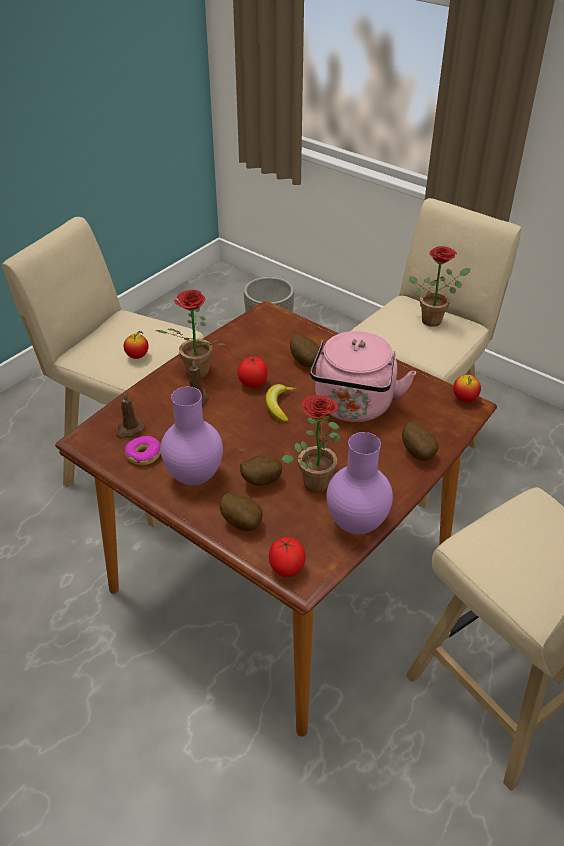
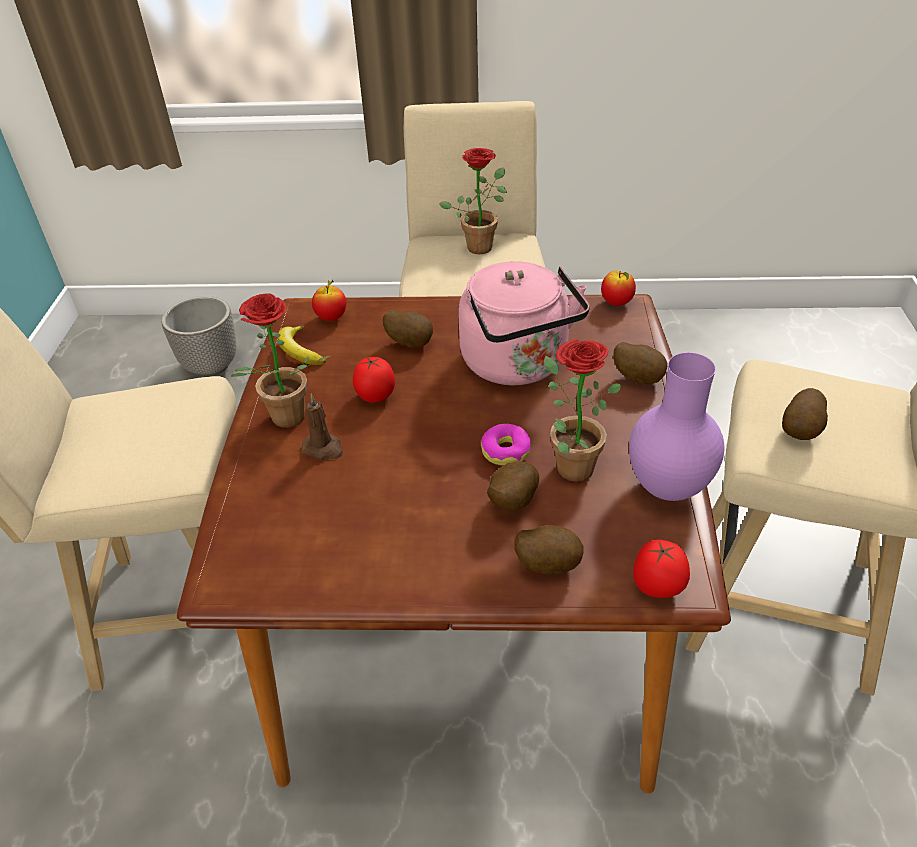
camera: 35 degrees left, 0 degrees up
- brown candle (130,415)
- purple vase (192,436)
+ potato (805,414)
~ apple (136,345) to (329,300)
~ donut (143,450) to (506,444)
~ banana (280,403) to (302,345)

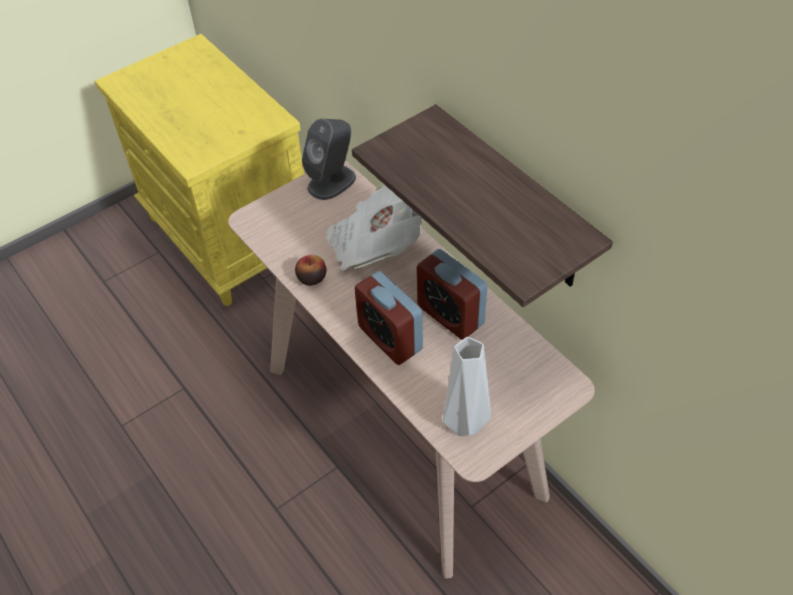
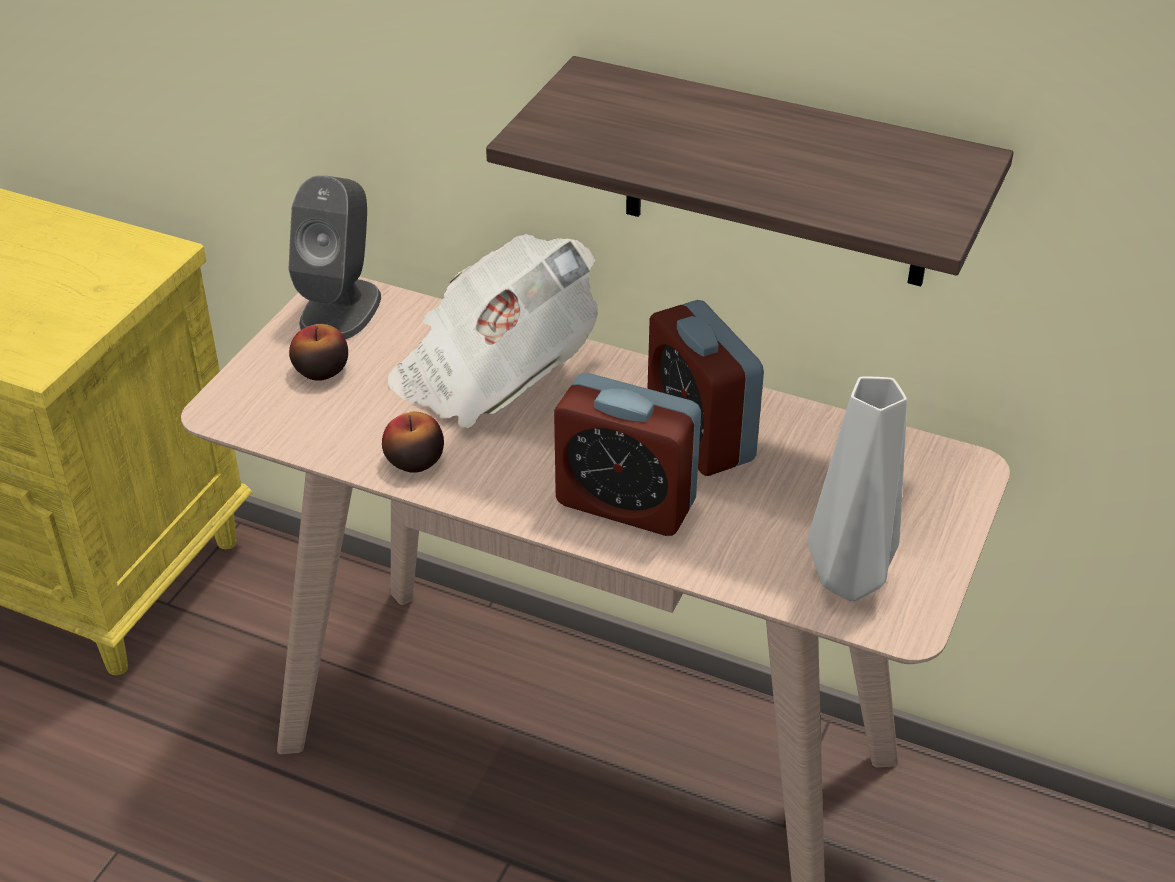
camera: 30 degrees left, 10 degrees down
+ apple (318,352)
~ alarm clock (452,294) = (705,388) 45 degrees clockwise

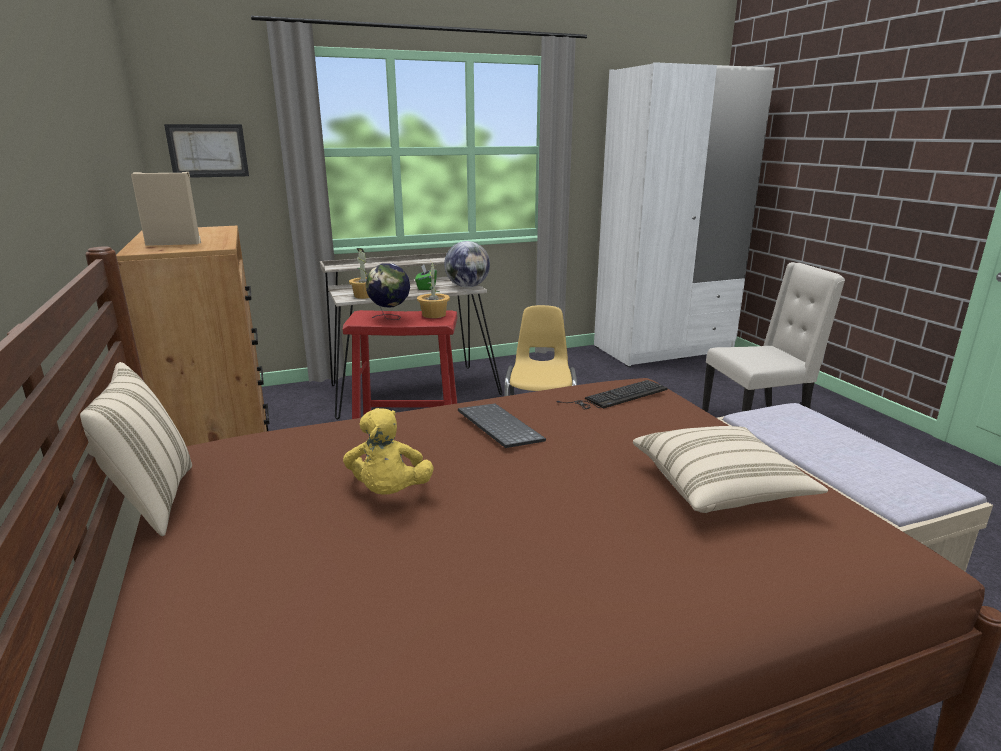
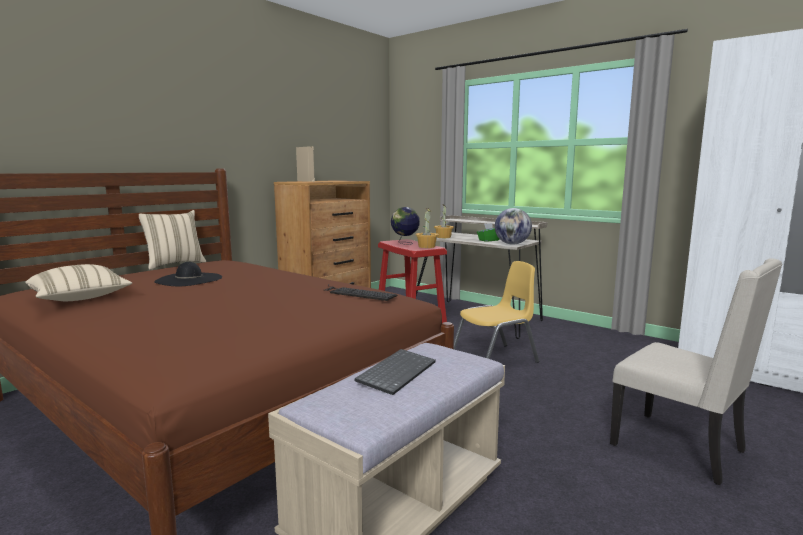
camera: 60 degrees right, 10 degrees down
- picture (206,151)
~ keyboard (502,426) to (395,372)
~ beige pillow (730,469) to (78,282)
~ yellow plush toy (388,451) to black hat (188,274)

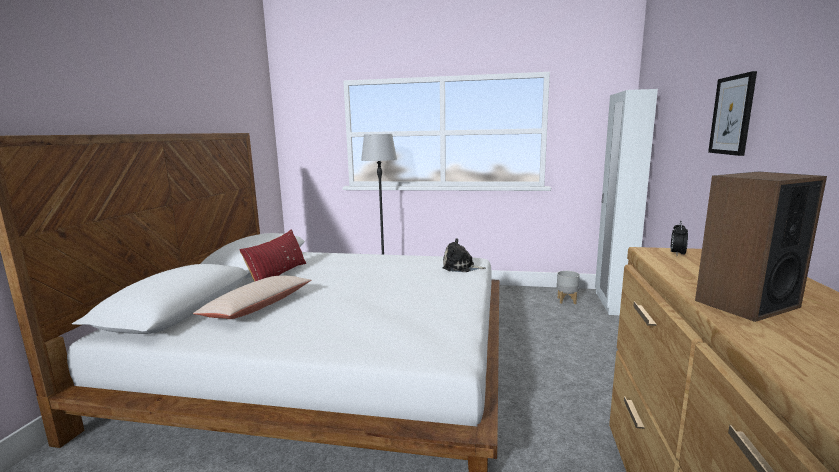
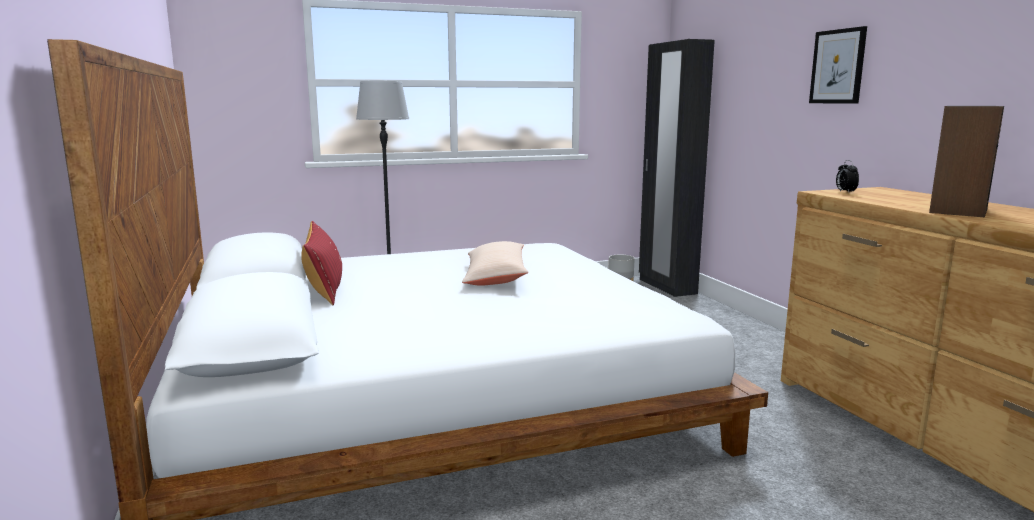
camera: 30 degrees left, 0 degrees up
- plush toy (464,255)
~ beige pillow (252,297) to (495,263)
~ white wardrobe (626,202) to black wardrobe (677,168)

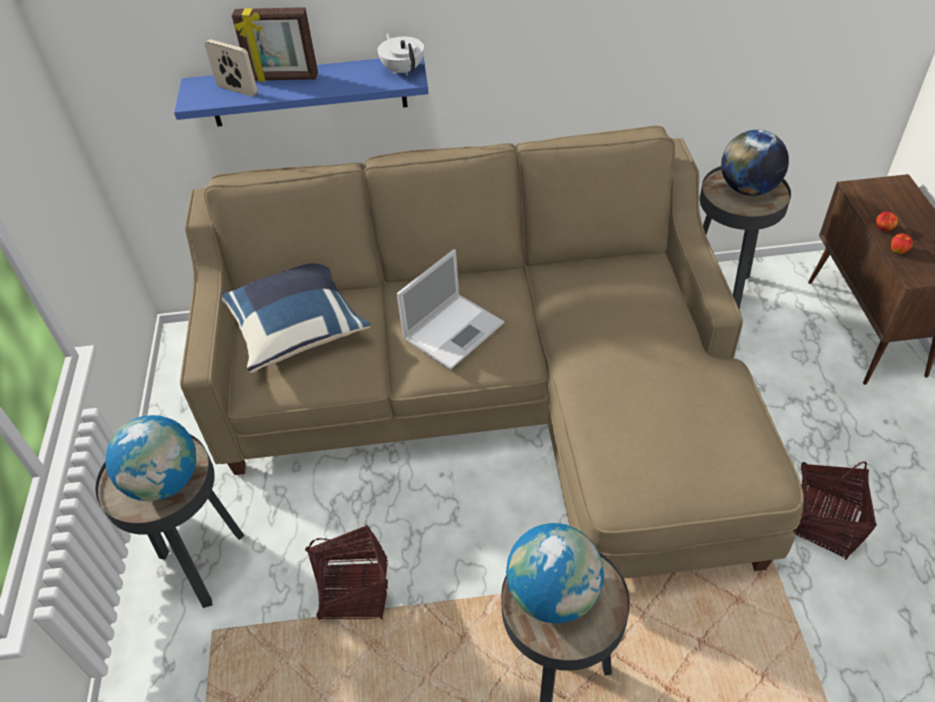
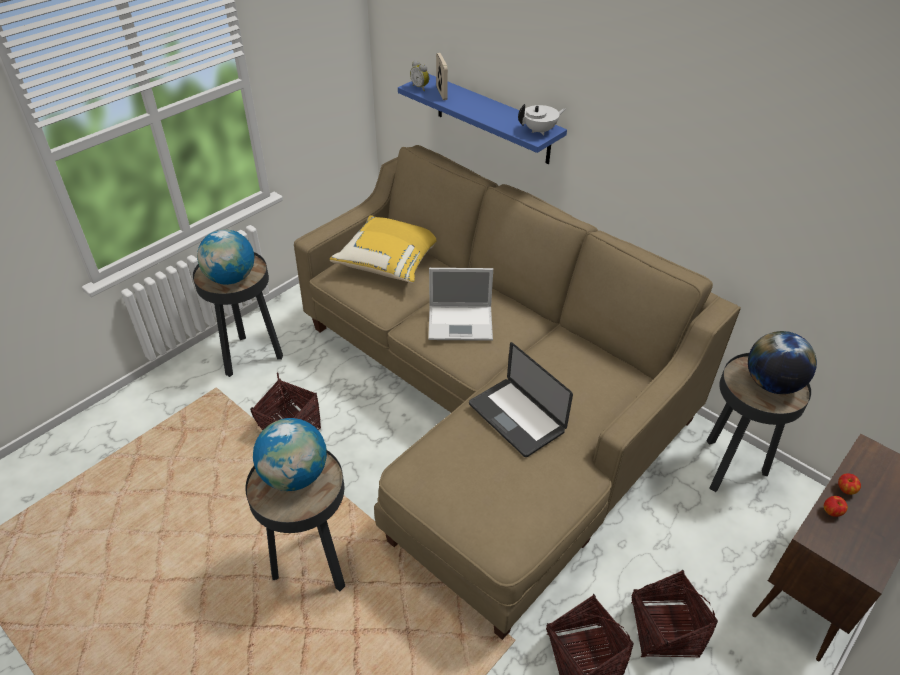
camera: 45 degrees right, 5 degrees down
- picture frame (275,44)
+ alarm clock (419,75)
+ laptop (521,399)
+ basket (674,613)
~ blue pillow (296,318) to yellow pillow (383,249)
~ white teapot (400,54) = (542,120) 45 degrees clockwise

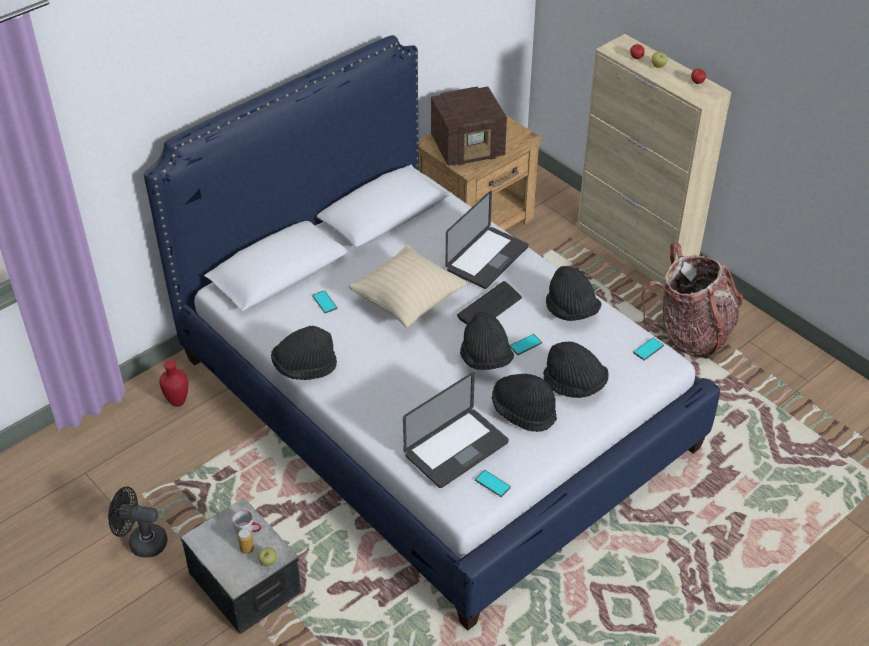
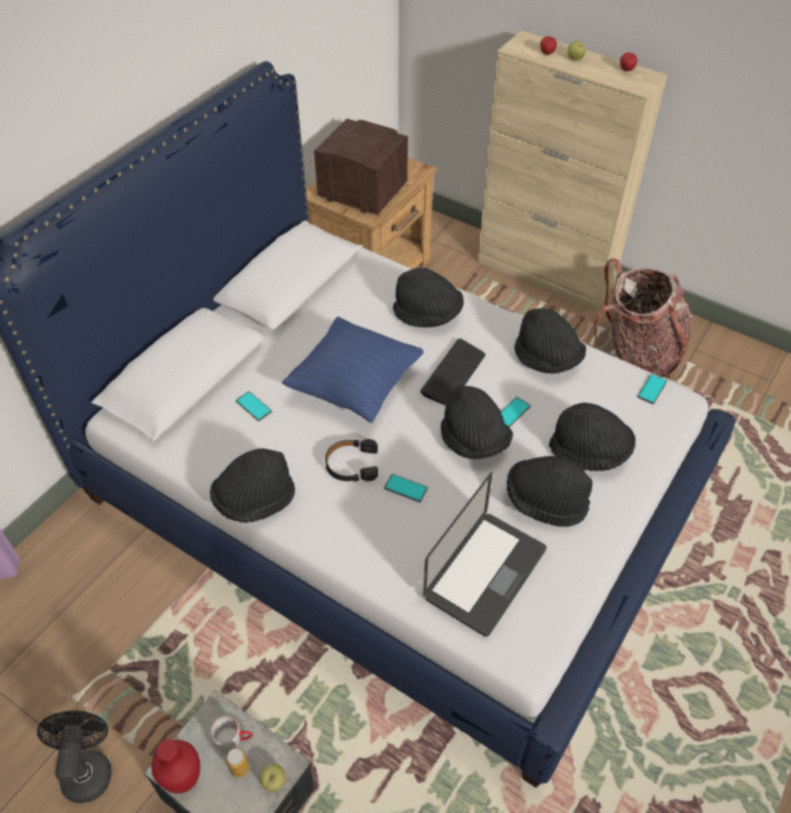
camera: 15 degrees left, 5 degrees up
+ black headphones (351,460)
~ red vase (173,383) to (175,766)
~ phone (493,483) to (406,488)
~ laptop (487,239) to black hat (428,298)
~ beige pillow (407,286) to blue pillow (353,370)
~ black fan (138,522) = (74,756) 90 degrees clockwise
~ radio (469,126) = (361,167) 120 degrees counterclockwise

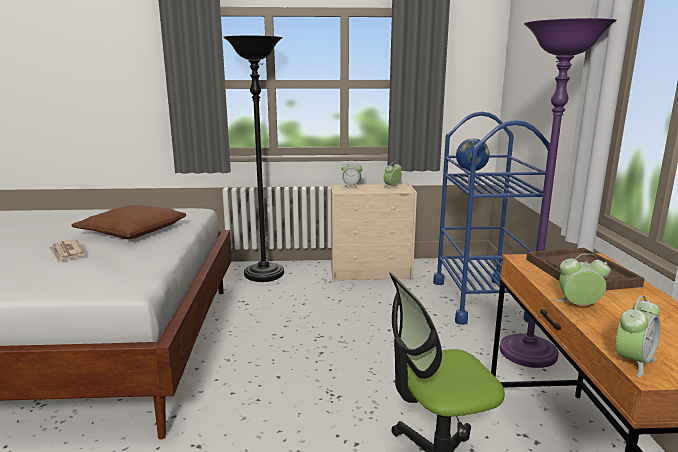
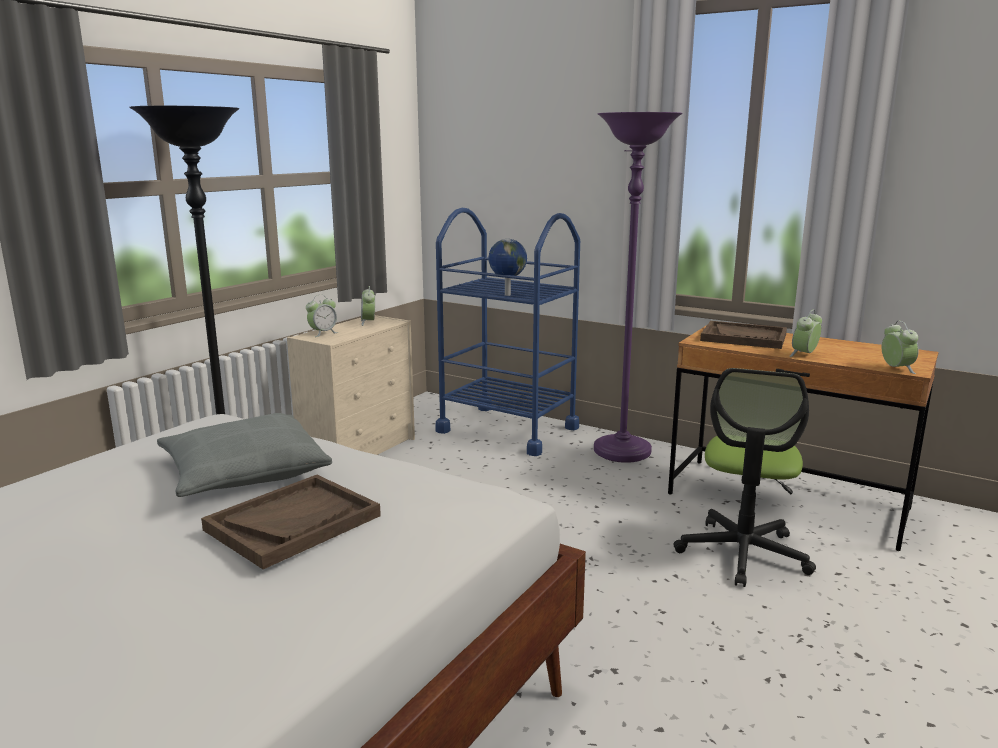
camera: 55 degrees left, 0 degrees up
~ newspaper (67,251) to brown tray (291,522)
~ brown pillow (129,222) to grey pillow (244,455)

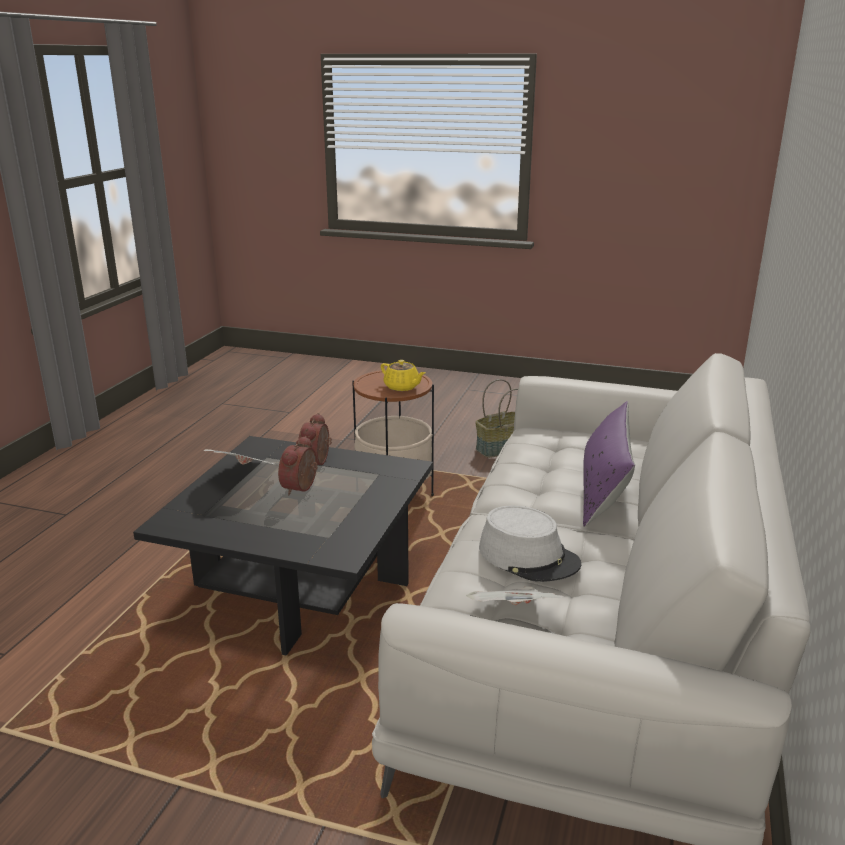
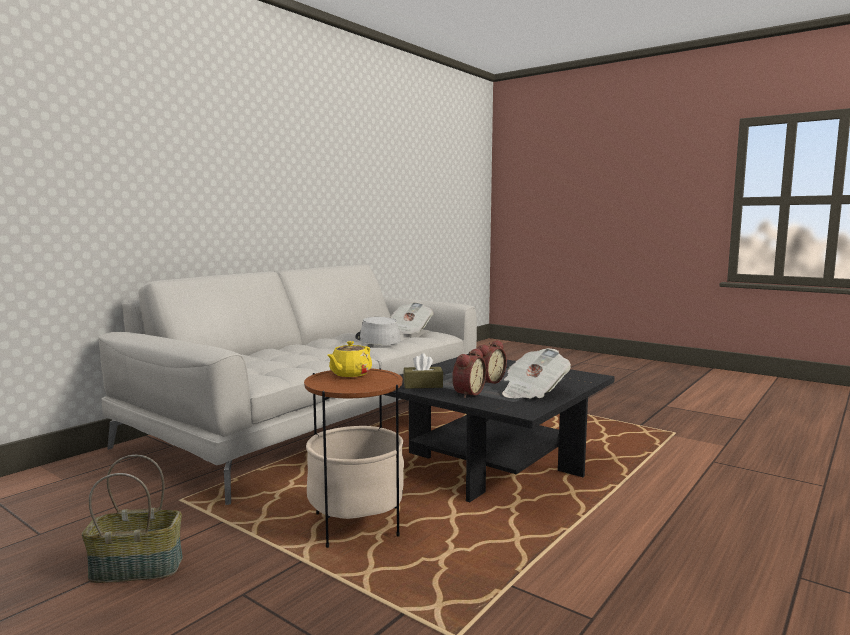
camera: 160 degrees left, 15 degrees down
- purple pillow (609,464)
+ brown tissue box (423,371)
~ yellow teapot (403,375) = (350,359) 120 degrees counterclockwise

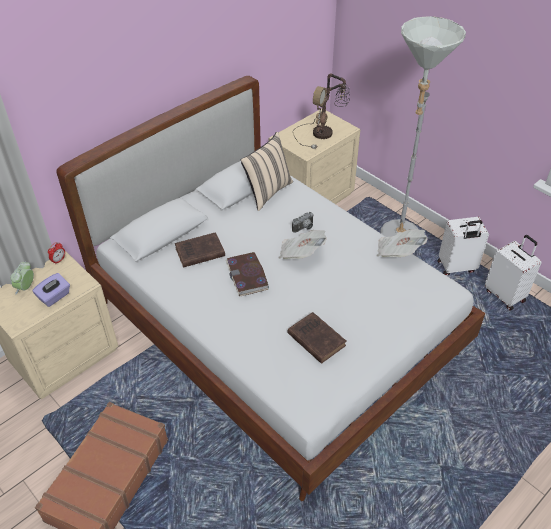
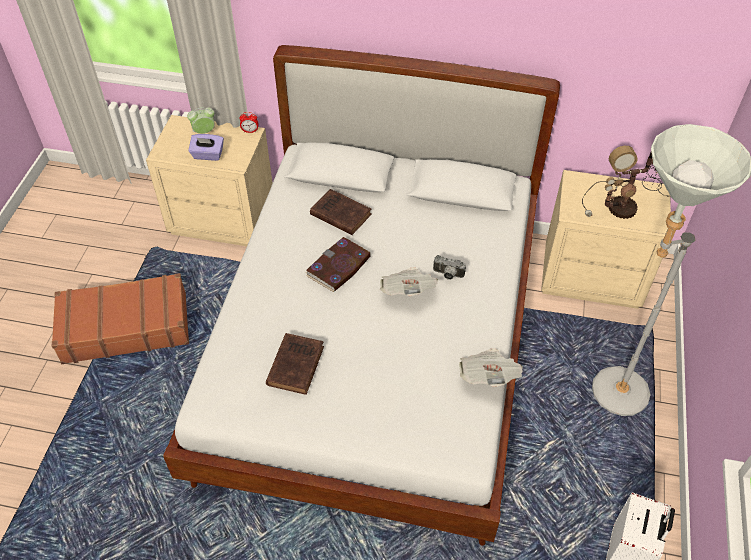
camera: 55 degrees right, 5 degrees up
- beige pillow (267,171)
- white suitcase (463,246)

